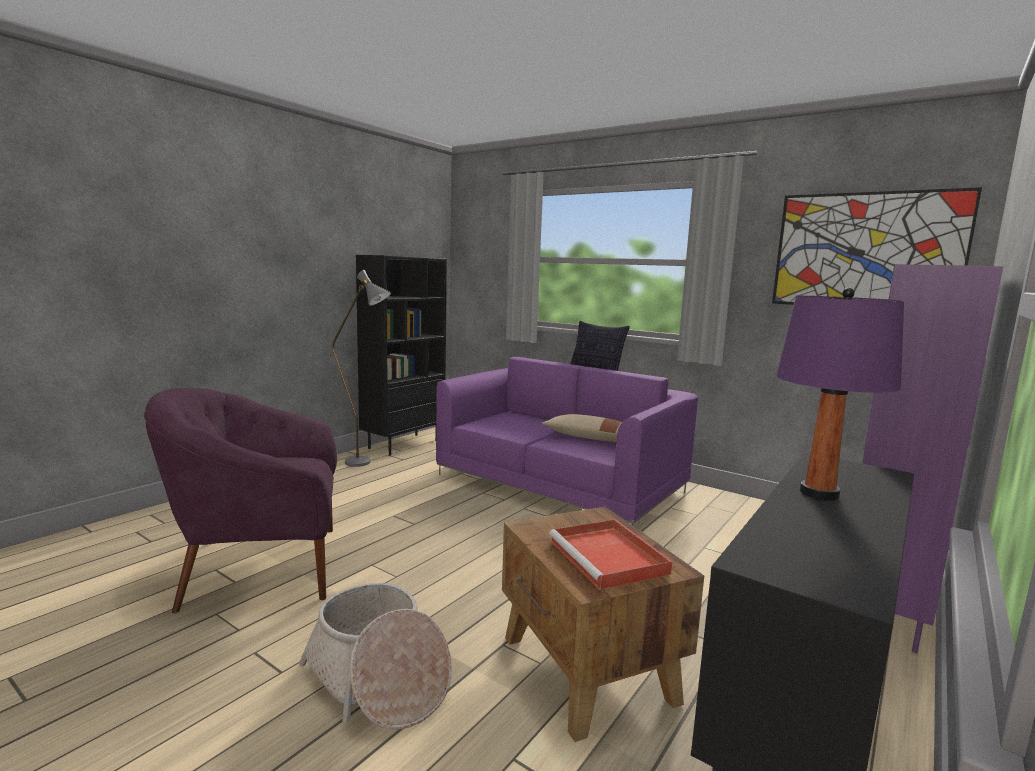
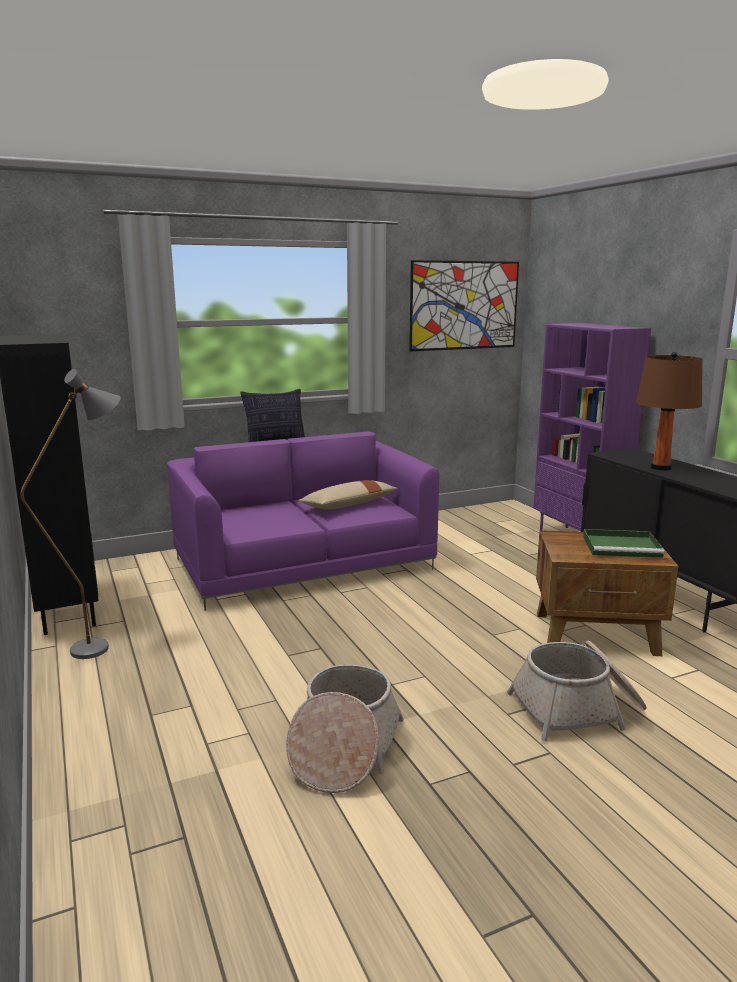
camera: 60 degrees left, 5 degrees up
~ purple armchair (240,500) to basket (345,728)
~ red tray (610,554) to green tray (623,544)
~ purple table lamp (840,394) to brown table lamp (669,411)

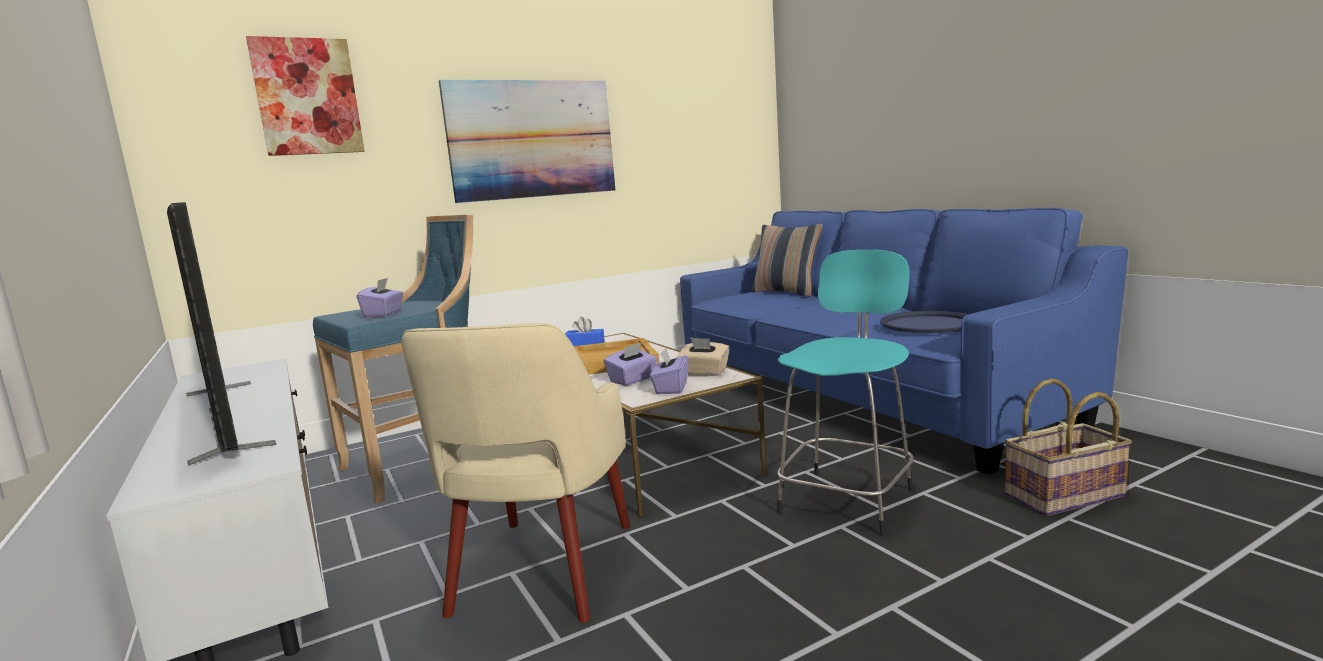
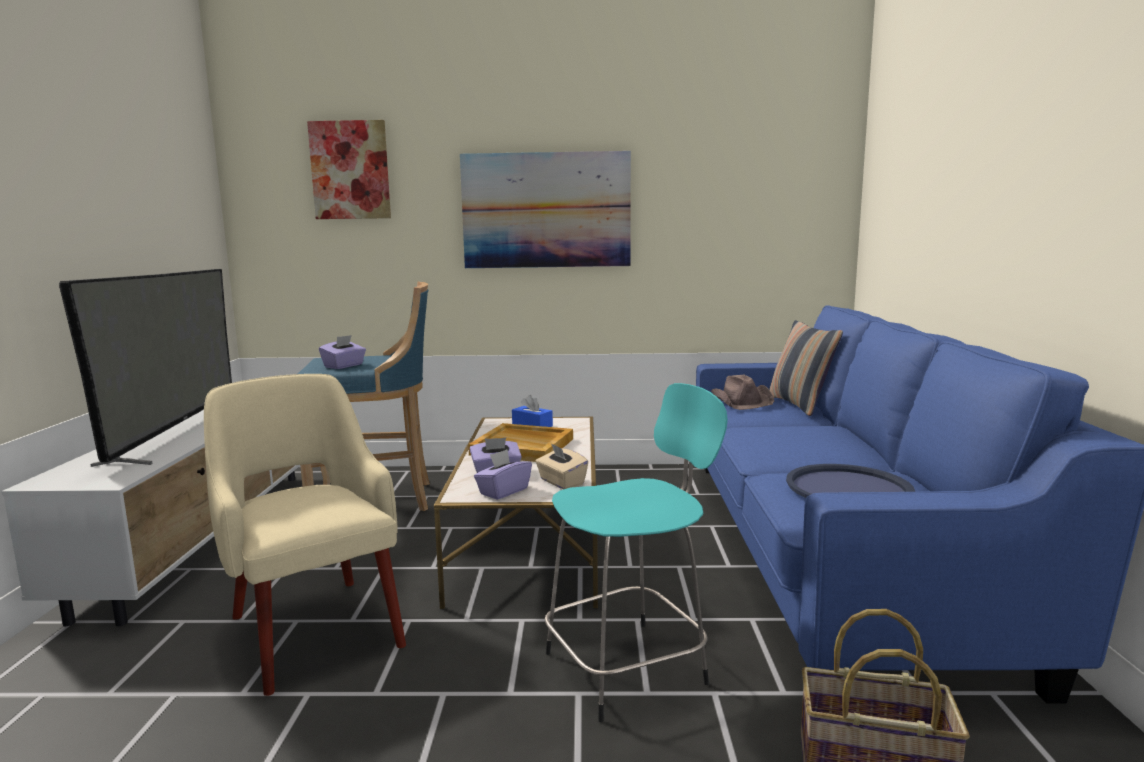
camera: 30 degrees right, 0 degrees up
+ brown hat (742,392)
~ beige armchair (516,473) = (305,535) 105 degrees clockwise

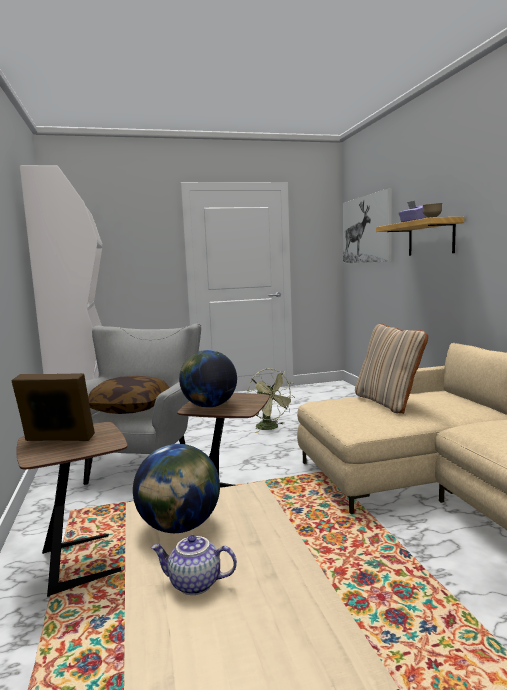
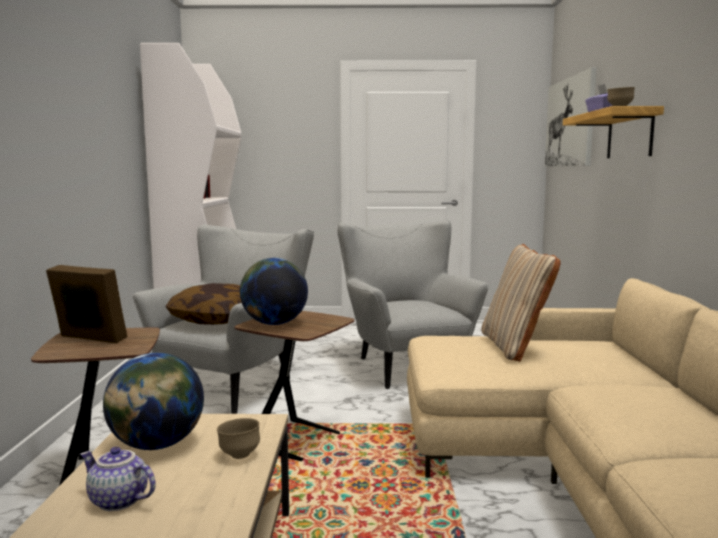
camera: 15 degrees right, 0 degrees up
+ brown bowl (238,438)
~ green fan (271,400) to grey armchair (413,304)

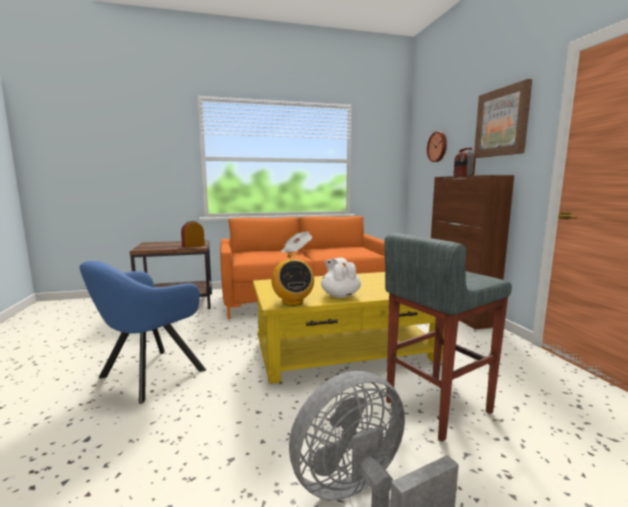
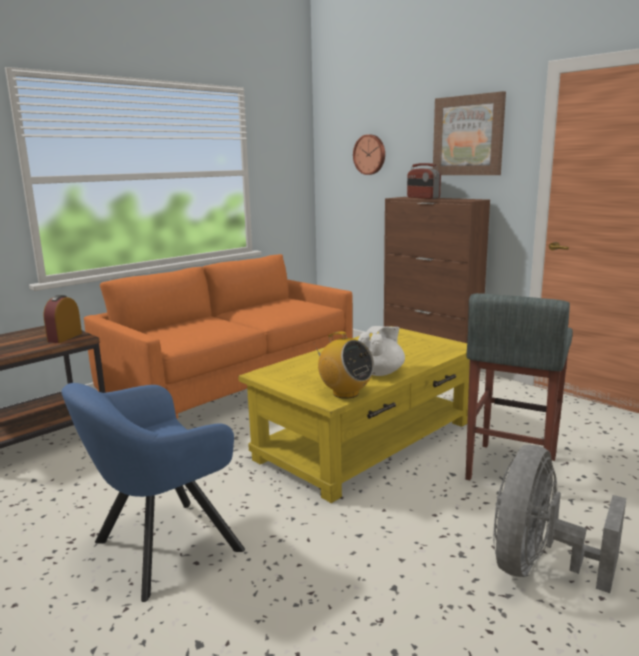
camera: 30 degrees left, 5 degrees up
- newspaper (296,242)
~ blue armchair (143,332) = (153,492) 45 degrees clockwise
~ white teapot (341,278) = (381,351) 90 degrees clockwise

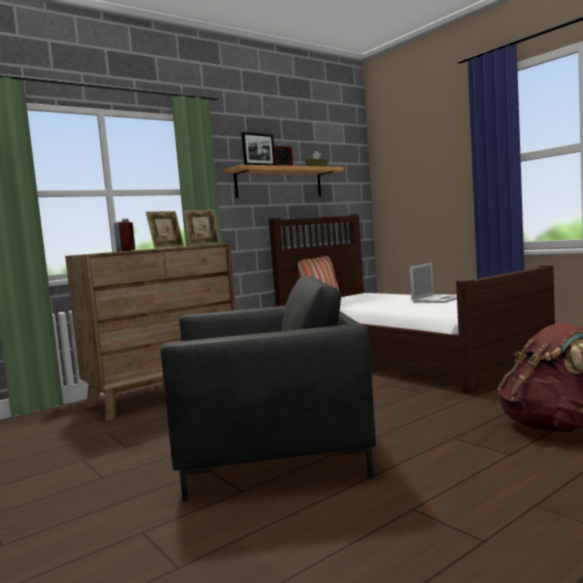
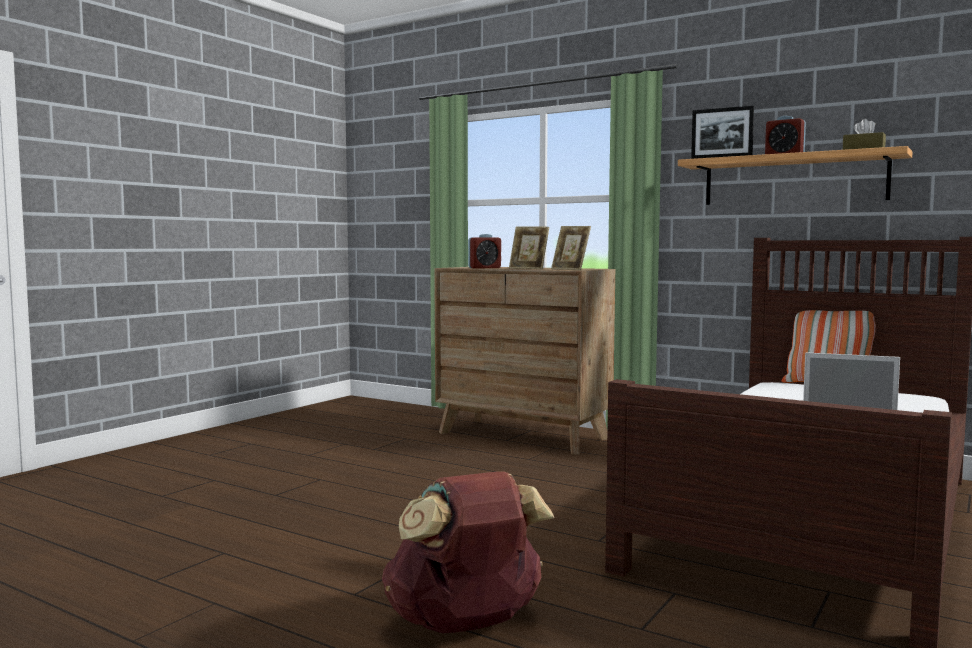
camera: 70 degrees right, 0 degrees up
- grey armchair (268,388)

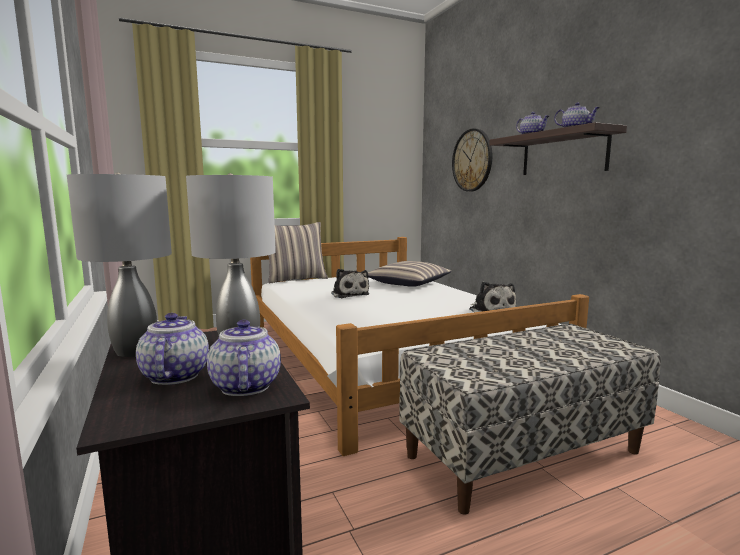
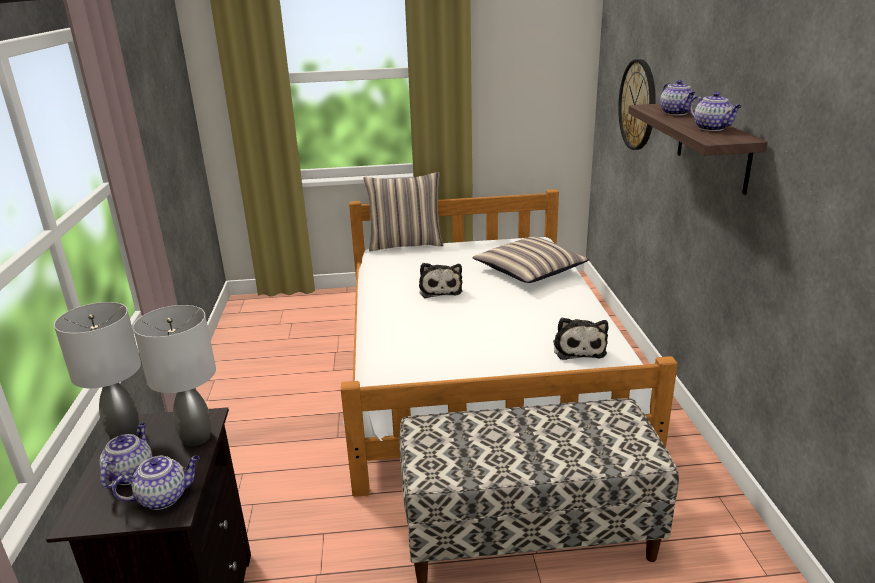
camera: 20 degrees right, 15 degrees up
~ teapot (244,358) = (156,483) 60 degrees clockwise

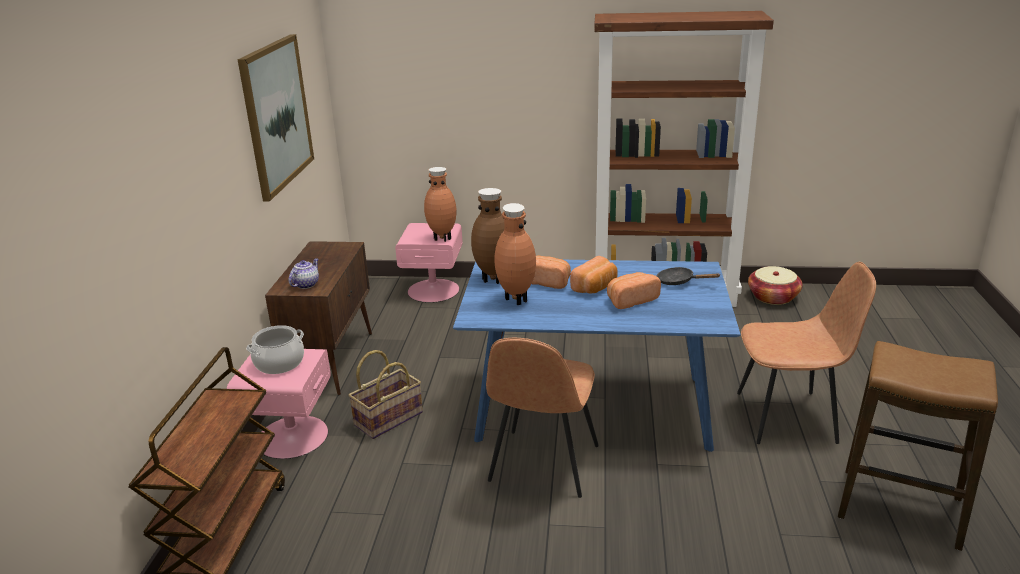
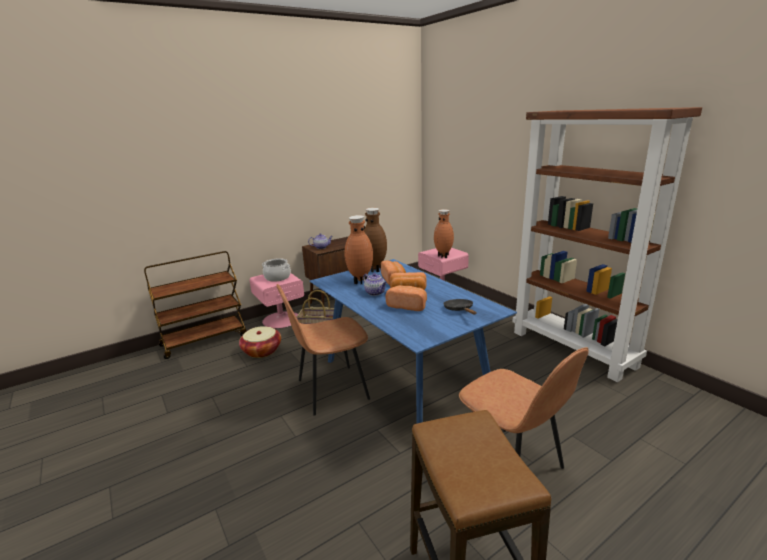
camera: 50 degrees right, 5 degrees down
- picture (276,118)
+ teapot (375,284)
~ basket (775,285) to (260,342)

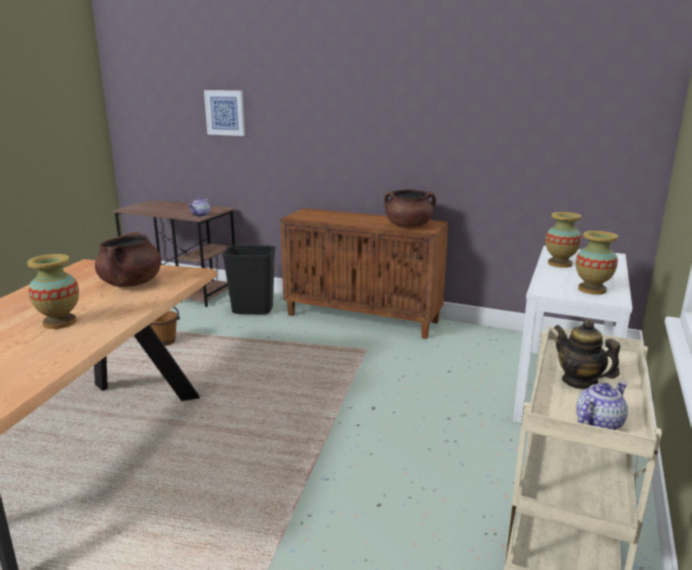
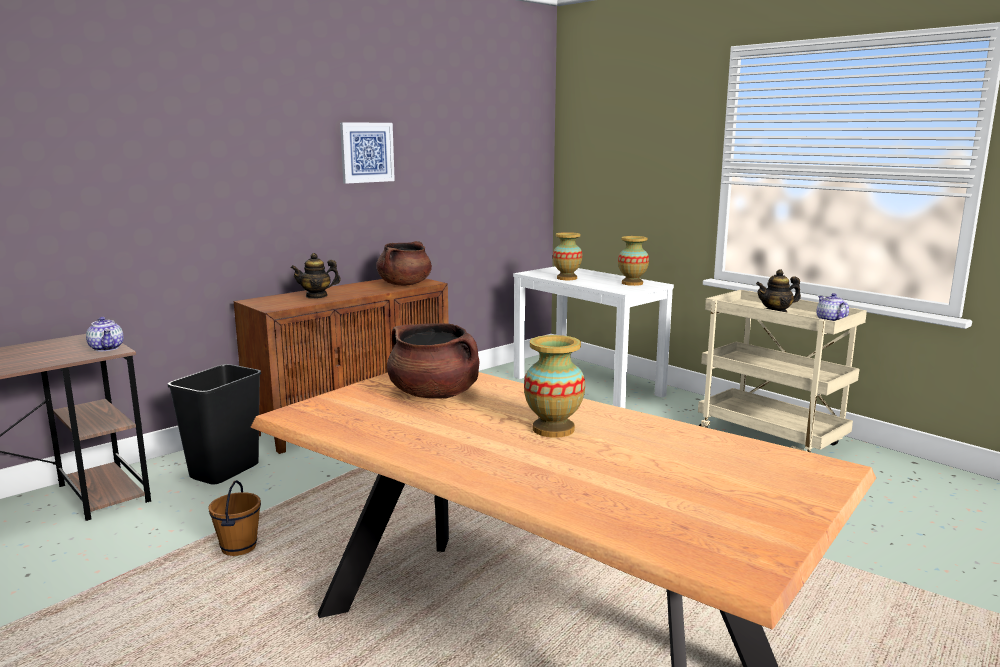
camera: 65 degrees left, 5 degrees down
+ teapot (315,276)
~ picture (224,113) to (367,153)

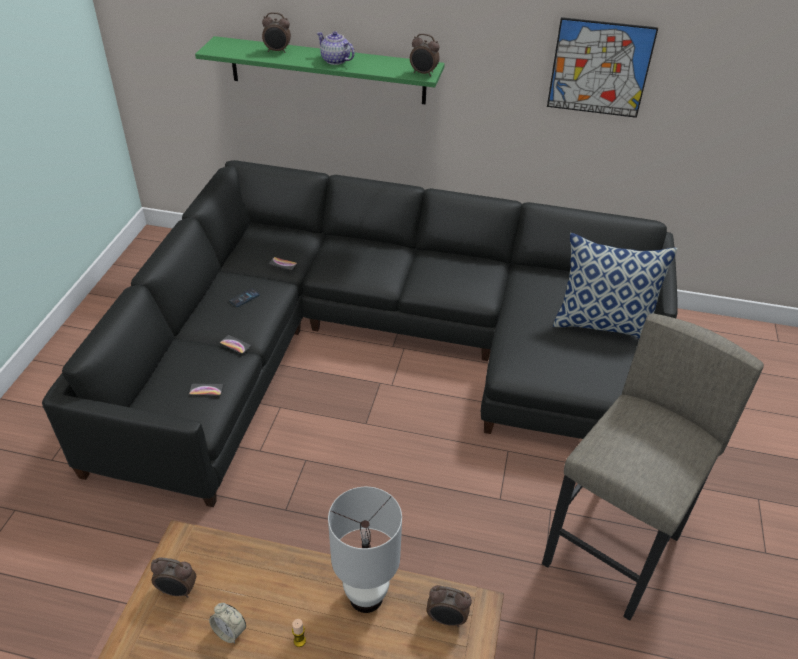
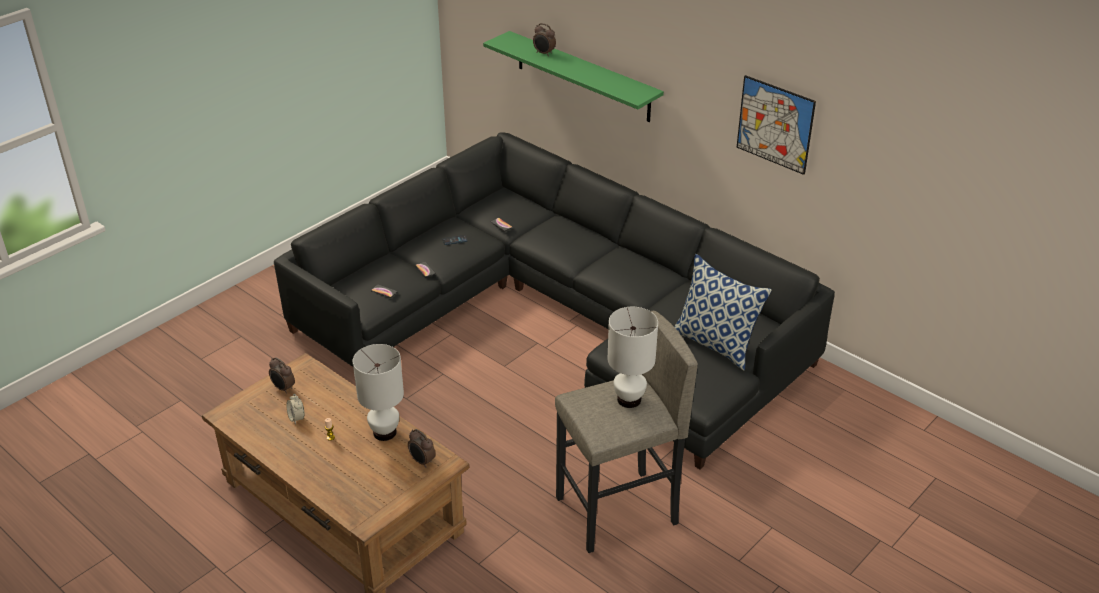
camera: 30 degrees right, 5 degrees down
- teapot (336,48)
- alarm clock (425,55)
+ white table lamp (633,357)

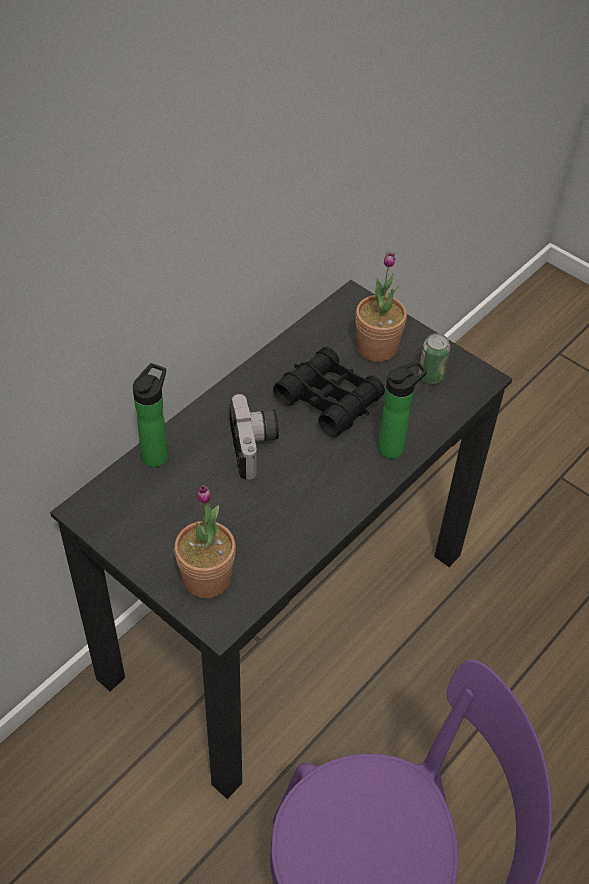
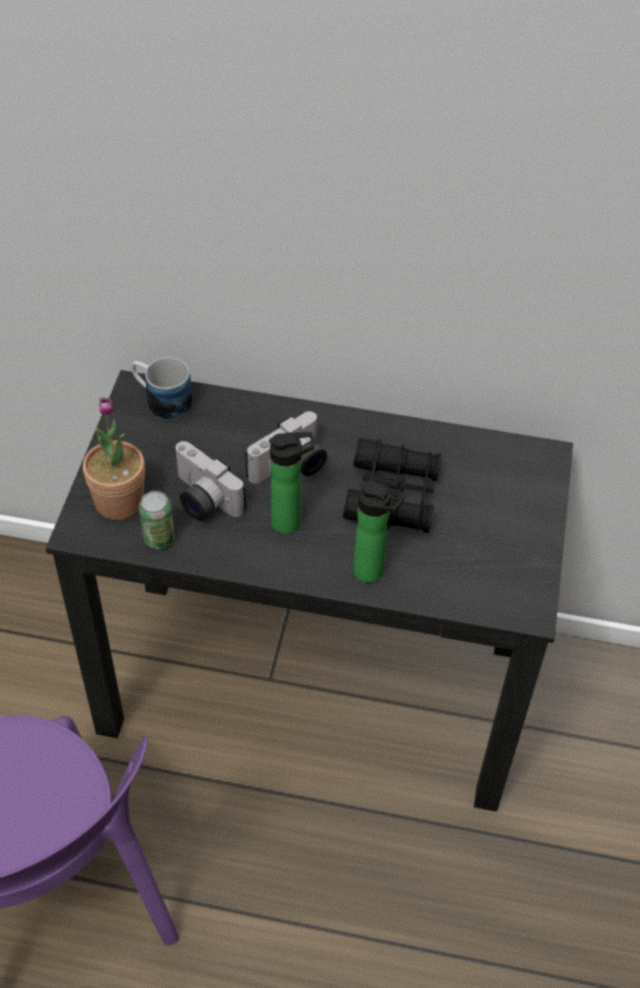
camera: 60 degrees right, 0 degrees up
- potted plant (381,307)
+ mug (162,388)
+ photo camera (210,481)
~ bottle (150,415) to (291,483)
~ can (434,358) to (157,520)

